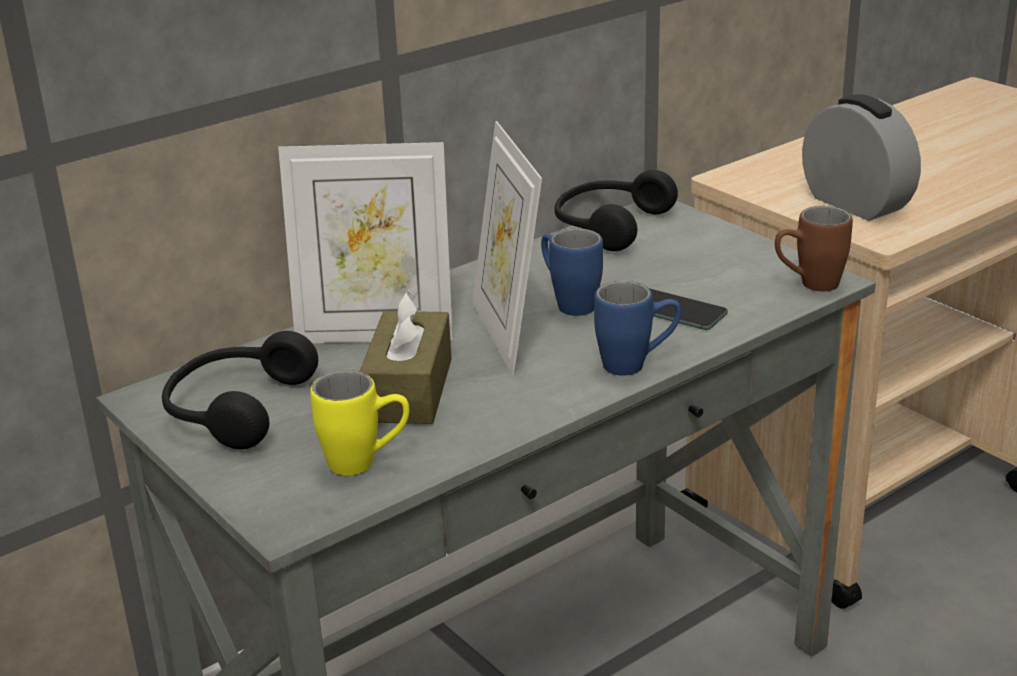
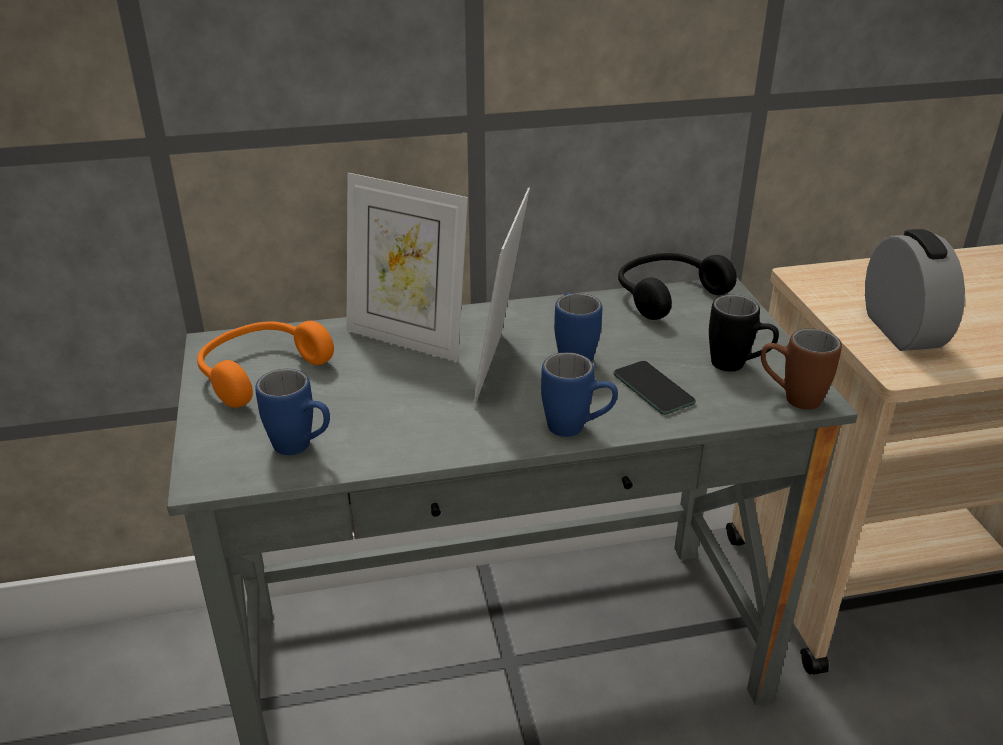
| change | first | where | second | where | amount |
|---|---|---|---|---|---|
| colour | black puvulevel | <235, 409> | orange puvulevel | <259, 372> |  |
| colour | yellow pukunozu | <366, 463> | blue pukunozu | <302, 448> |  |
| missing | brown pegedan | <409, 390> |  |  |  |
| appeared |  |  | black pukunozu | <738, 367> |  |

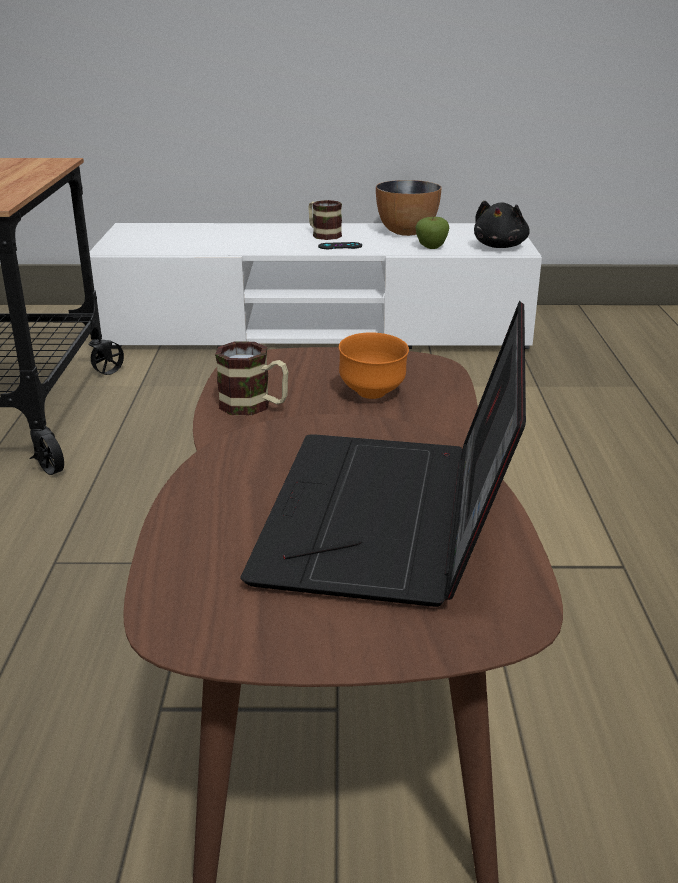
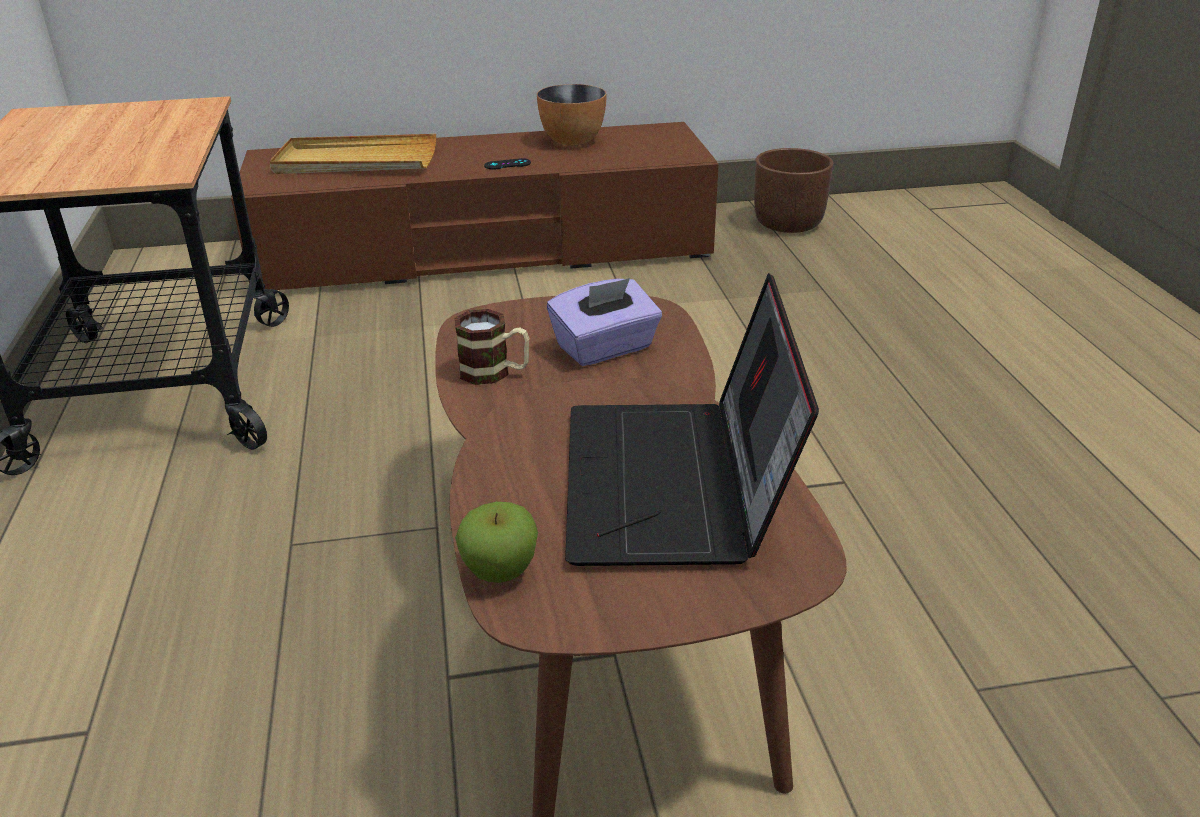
| change | first | where | second | where | amount |
|---|---|---|---|---|---|
| colour | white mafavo | <316, 328> | brown mafavo | <484, 250> |  |
| missing | pukunozu | <323, 234> |  |  |  |
| exchanged | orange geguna | <372, 395> | purple pegedan | <605, 348> |  |
| relocated | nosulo | <431, 247> |  | <500, 572> |  |
| missing | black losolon | <500, 246> |  |  |  |
| appeared |  |  | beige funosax | <355, 161> |  |
| appeared |  |  | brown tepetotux | <788, 223> |  |

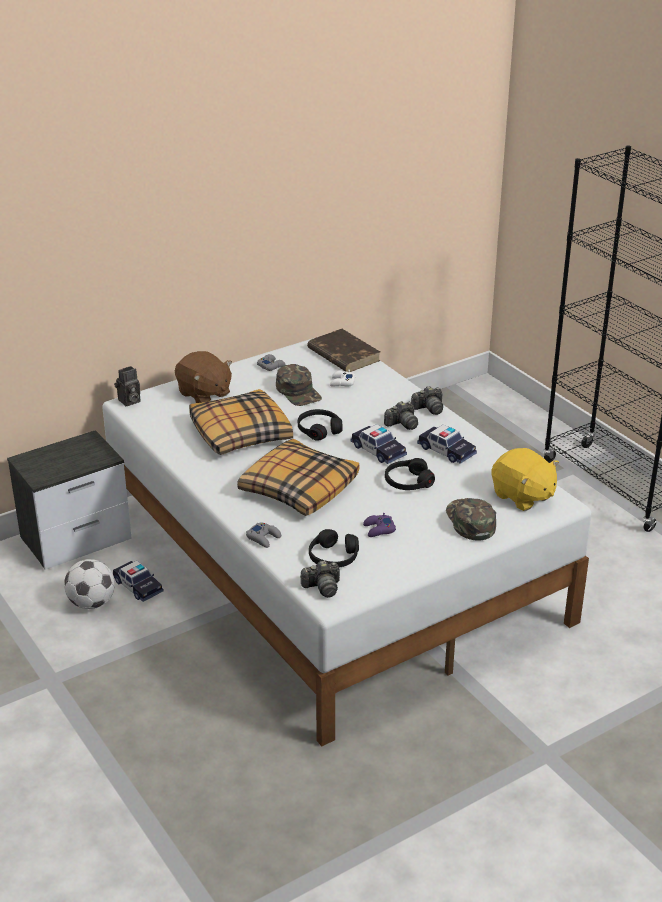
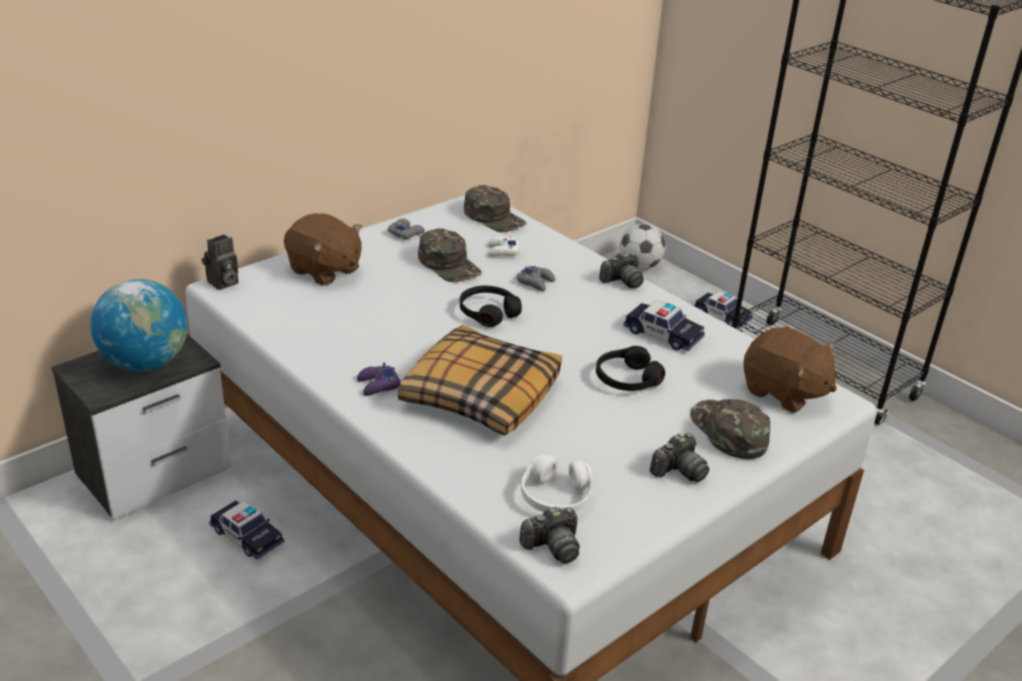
| change | first | where | second | where | amount |
|---|---|---|---|---|---|
| relocated | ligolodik | <92, 603> |  | <639, 266> |  |
| missing | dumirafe | <240, 433> |  |  |  |
| relocated | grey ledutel | <263, 538> |  | <536, 282> |  |
| exchanged | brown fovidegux | <343, 354> | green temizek | <494, 217> |  |
| colour | black puvulevel | <333, 557> | white puvulevel | <556, 496> |  |
| relocated | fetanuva | <378, 450> |  | <722, 316> |  |
| relocated | purple ledutel | <379, 529> |  | <378, 385> |  |
| relocated | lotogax | <402, 424> |  | <679, 470> |  |
| colour | yellow losolon | <522, 496> | brown losolon | <783, 392> |  |
| appeared |  |  | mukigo | <145, 363> |  |

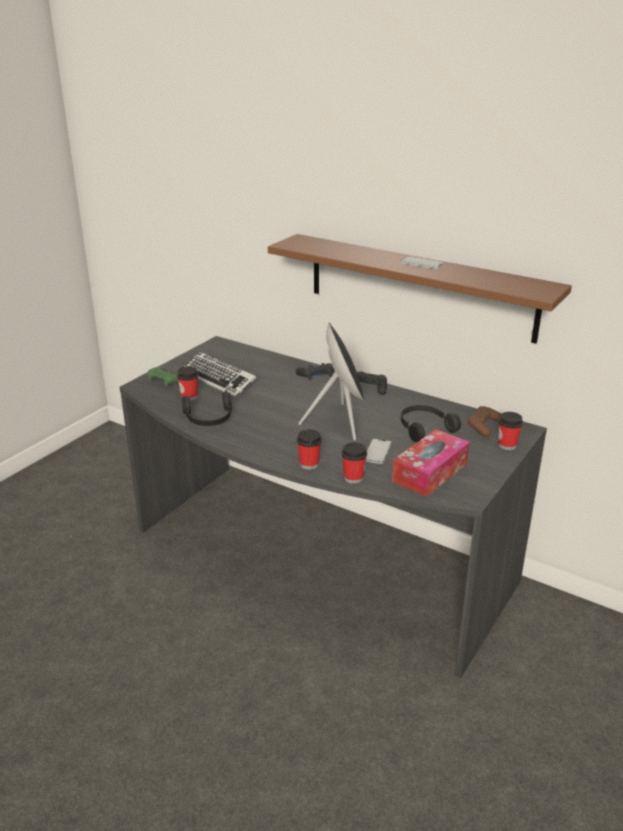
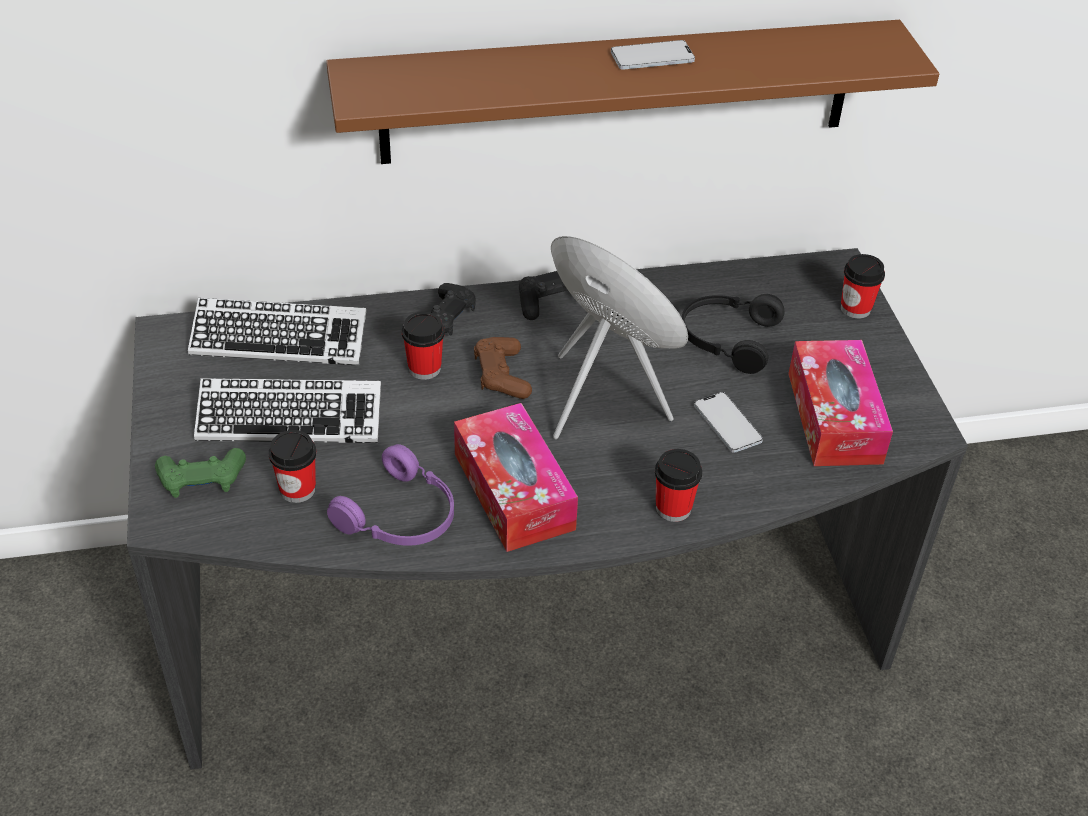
| change | first | where | second | where | amount |
|---|---|---|---|---|---|
| colour | black puvulevel | <209, 419> | purple puvulevel | <401, 516> |  |
| relocated | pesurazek | <353, 478> |  | <424, 368> |  |
| relocated | brown ledutel | <484, 426> |  | <501, 376> |  |
| appeared |  |  | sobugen | <279, 340> |  |
| appeared |  |  | pegedan | <513, 491> |  |

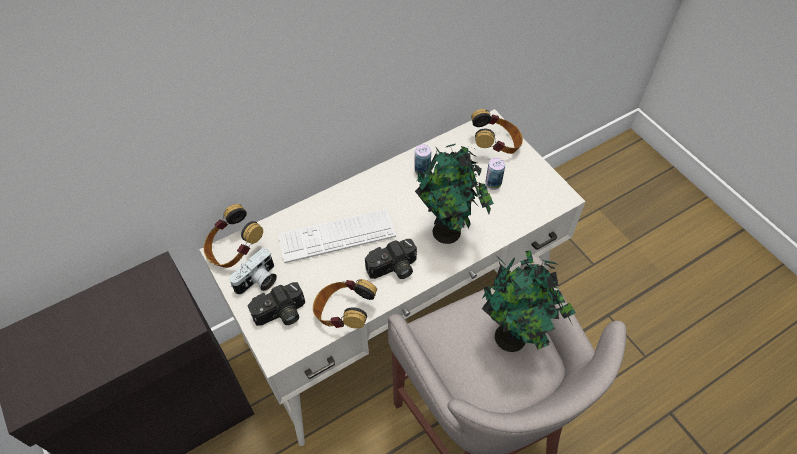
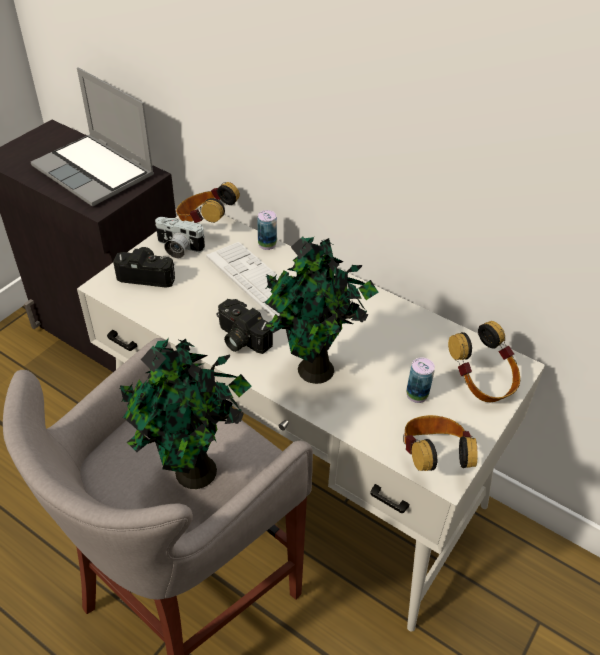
| change | first | where | second | where | amount |
|---|---|---|---|---|---|
| spun | lotogax | <281, 314> |  | <148, 274> | 150 degrees clockwise |
| relocated | puvulevel | <343, 313> |  | <433, 457> |  |
| relocated | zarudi | <422, 170> |  | <267, 244> |  |
| appeared |  |  | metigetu | <96, 172> |  |

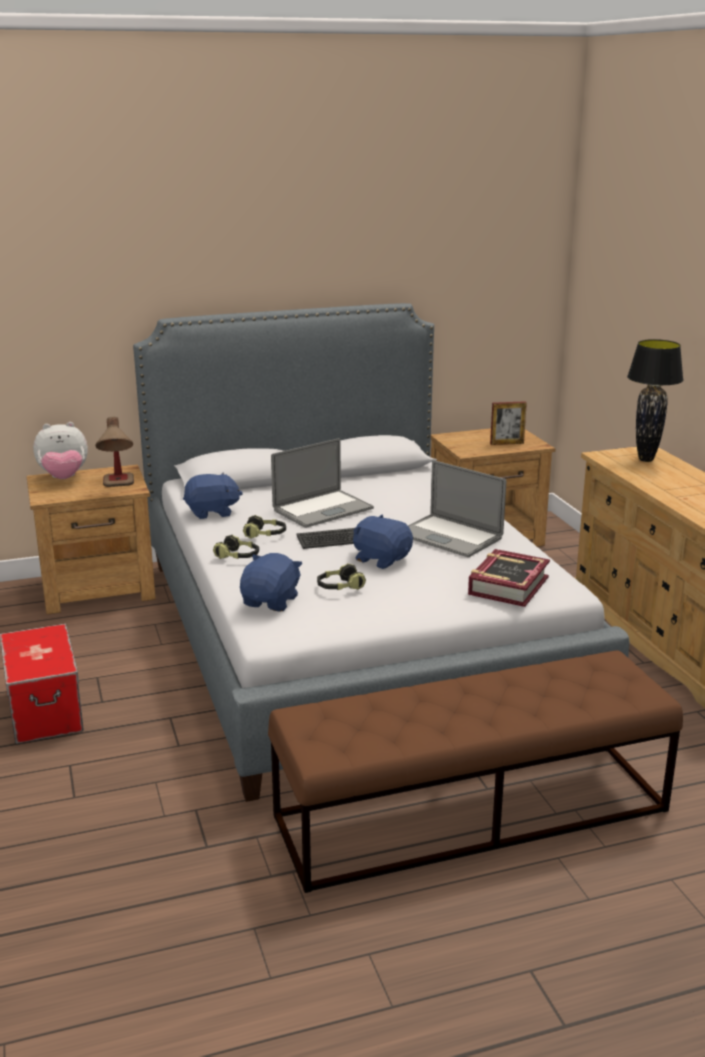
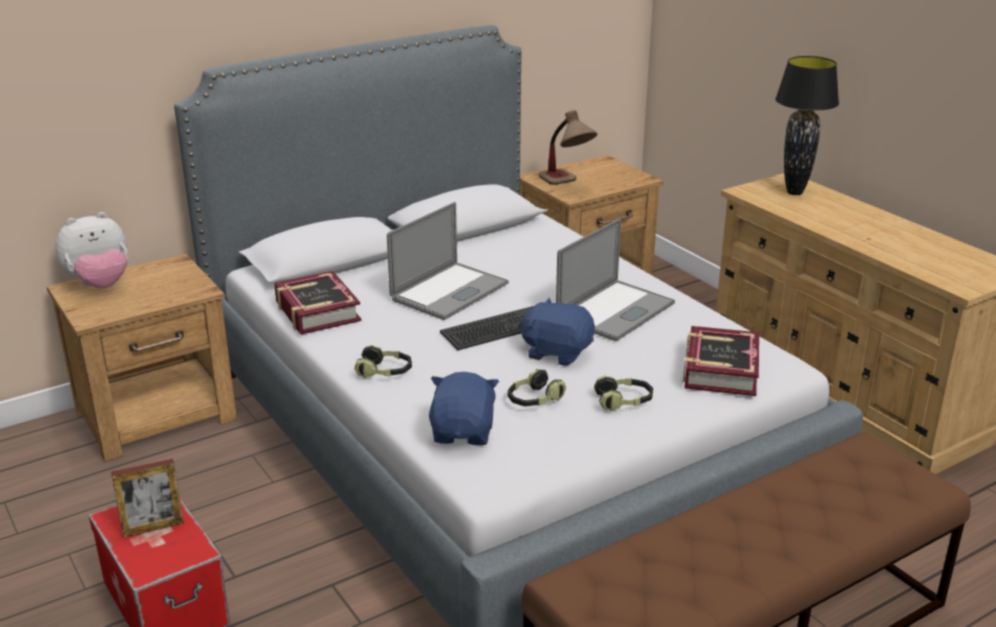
| change | first | where | second | where | amount |
|---|---|---|---|---|---|
| relocated | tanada | <119, 487> |  | <567, 184> |  |
| exchanged | blue losolon | <212, 512> | fovidegux | <316, 311> |  |
| relocated | puvulevel | <265, 535> |  | <624, 401> |  |
| spun | metigetu | <449, 536> |  | <615, 311> | 75 degrees counterclockwise |
| relocated | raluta | <507, 443> |  | <153, 528> |  |

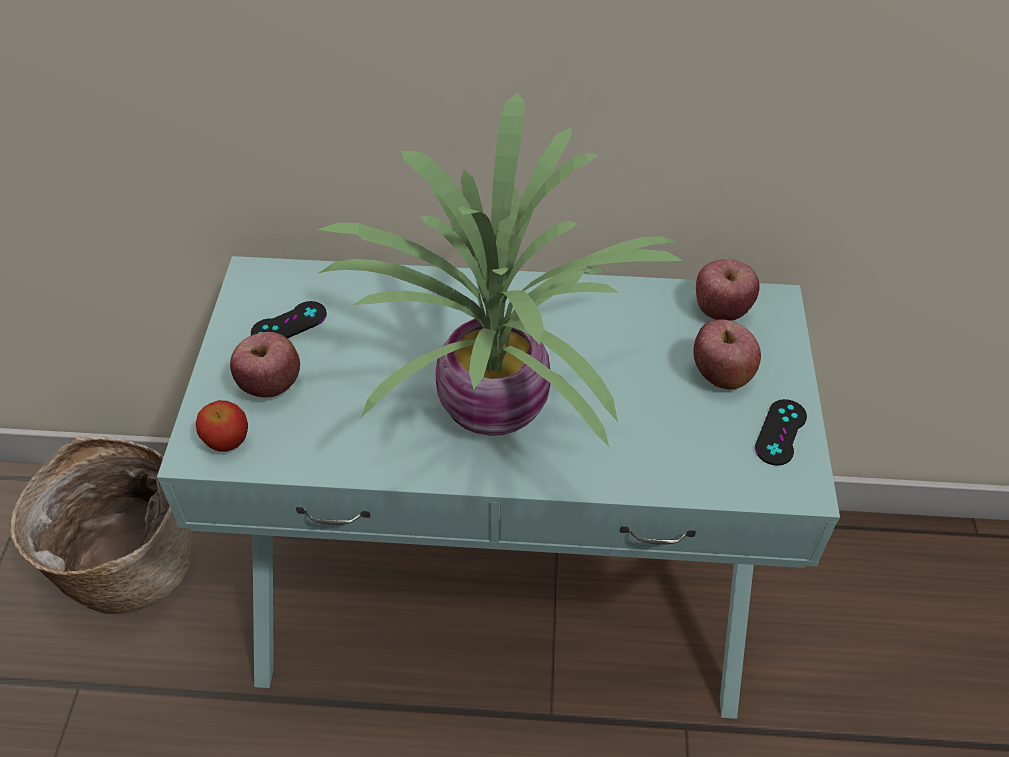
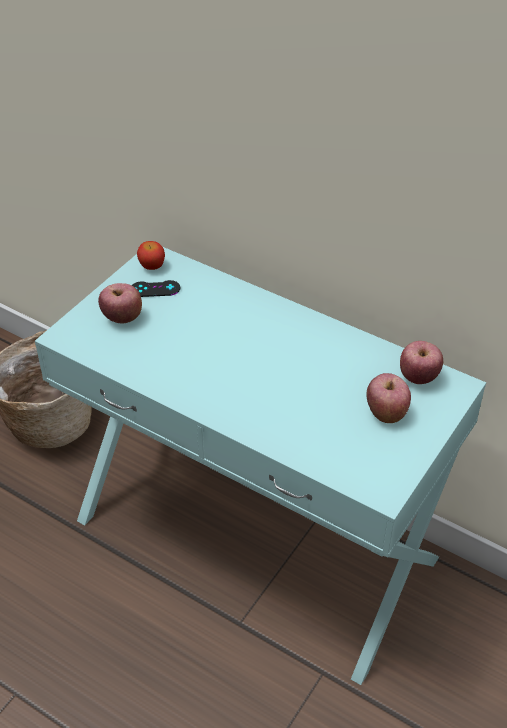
| change | first | where | second | where | amount |
|---|---|---|---|---|---|
| relocated | nosulo | <226, 441> |  | <151, 266> |  |
| missing | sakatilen | <500, 406> |  |  |  |
| missing | black ledutel | <780, 432> |  |  |  |

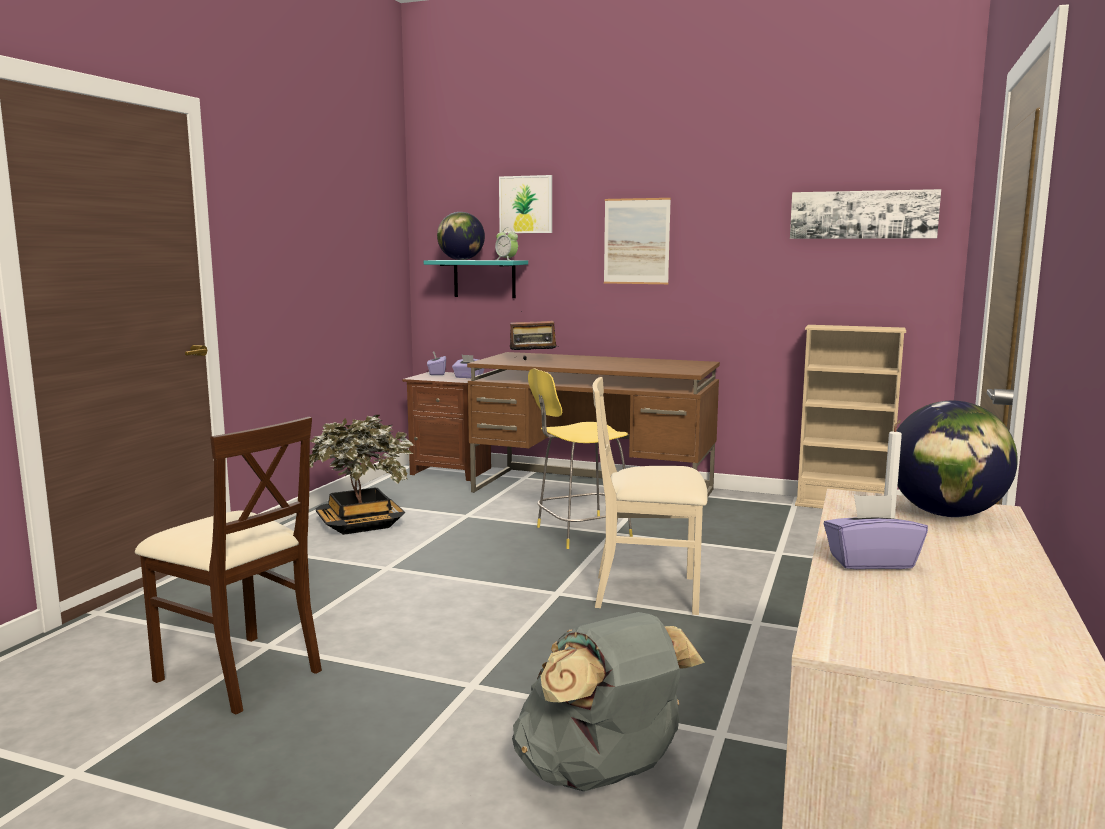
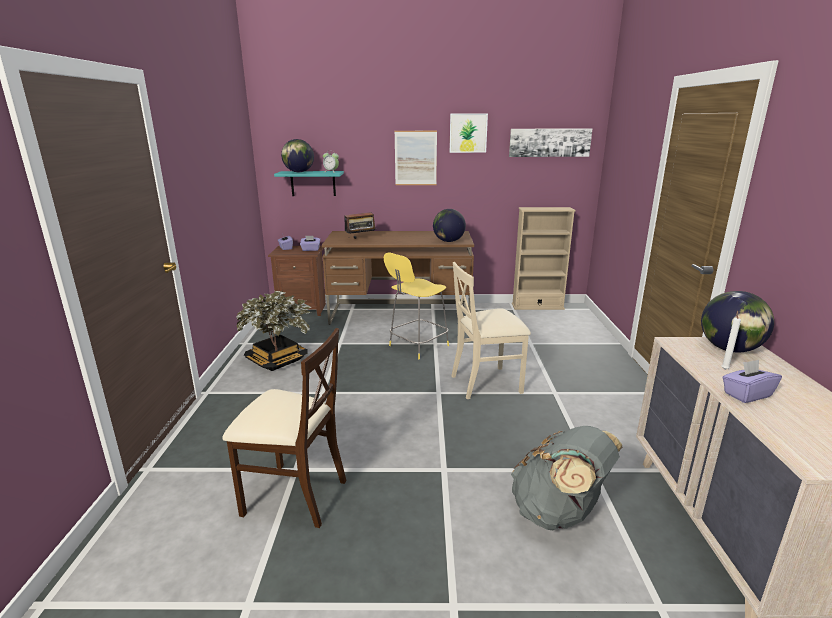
| change | first | where | second | where | amount |
|---|---|---|---|---|---|
| relocated | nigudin | <526, 204> |  | <468, 133> |  |
| appeared |  |  | mukigo | <448, 241> |  |

